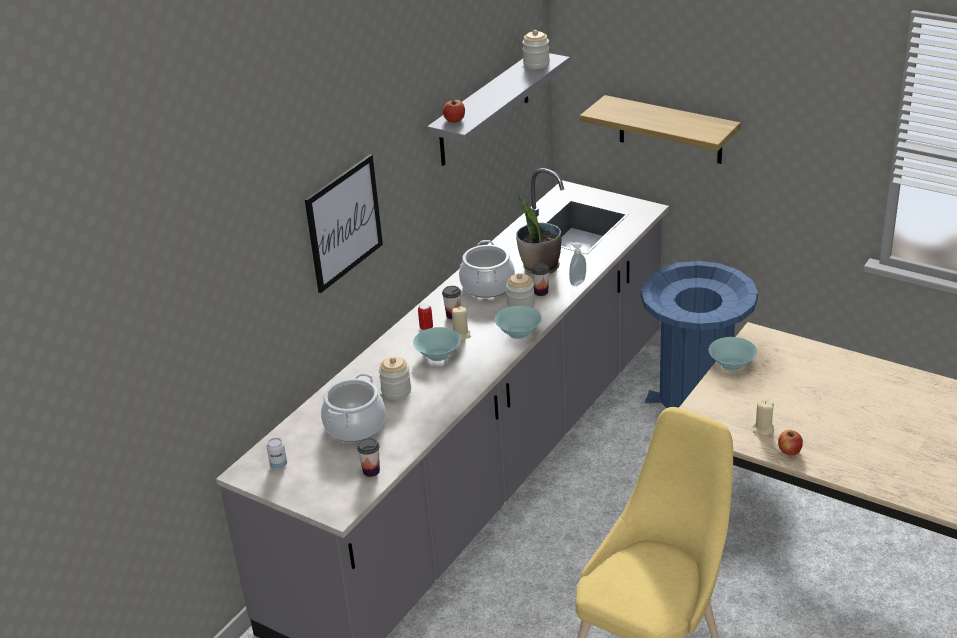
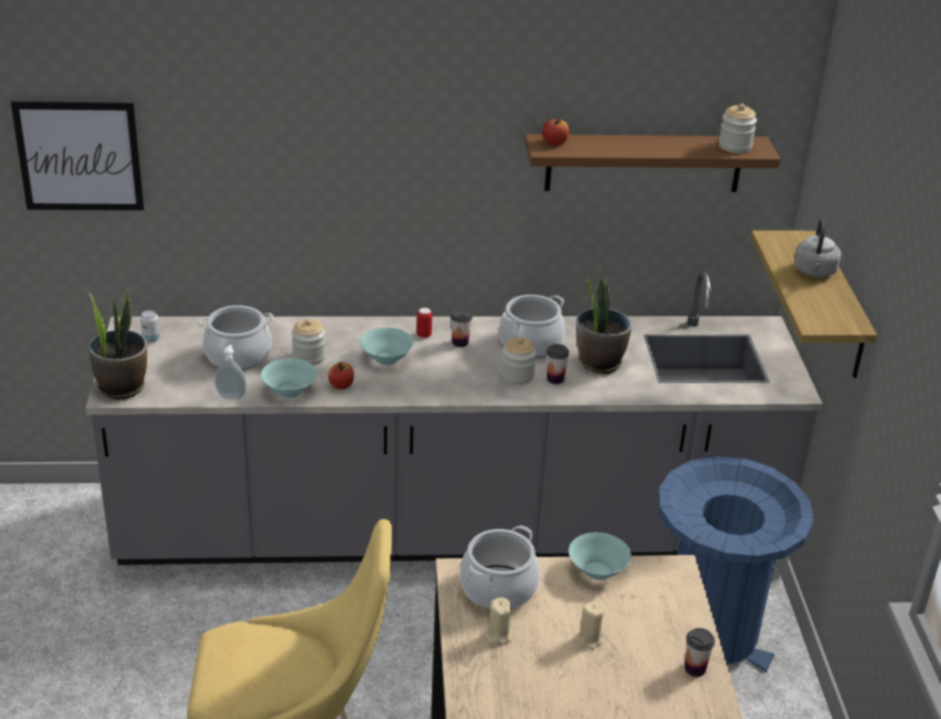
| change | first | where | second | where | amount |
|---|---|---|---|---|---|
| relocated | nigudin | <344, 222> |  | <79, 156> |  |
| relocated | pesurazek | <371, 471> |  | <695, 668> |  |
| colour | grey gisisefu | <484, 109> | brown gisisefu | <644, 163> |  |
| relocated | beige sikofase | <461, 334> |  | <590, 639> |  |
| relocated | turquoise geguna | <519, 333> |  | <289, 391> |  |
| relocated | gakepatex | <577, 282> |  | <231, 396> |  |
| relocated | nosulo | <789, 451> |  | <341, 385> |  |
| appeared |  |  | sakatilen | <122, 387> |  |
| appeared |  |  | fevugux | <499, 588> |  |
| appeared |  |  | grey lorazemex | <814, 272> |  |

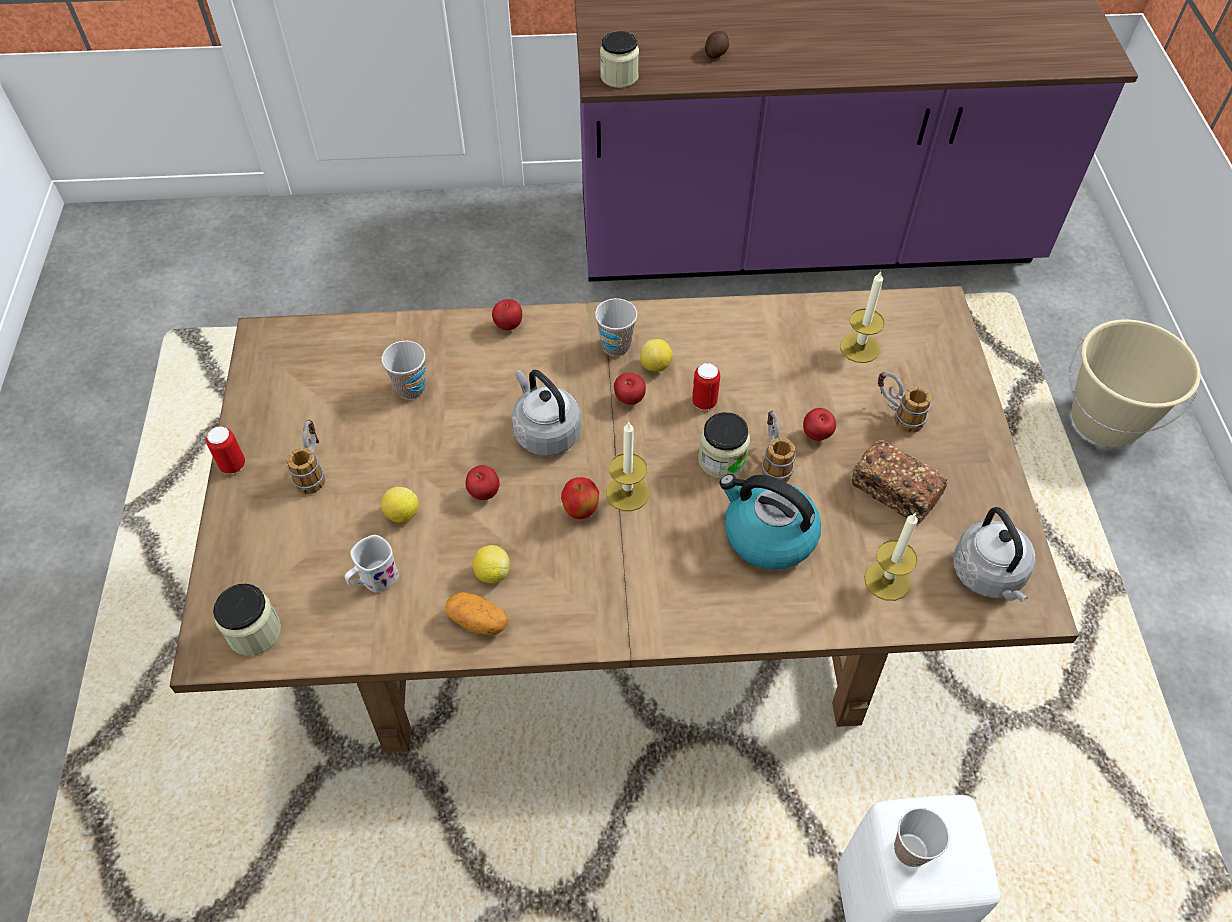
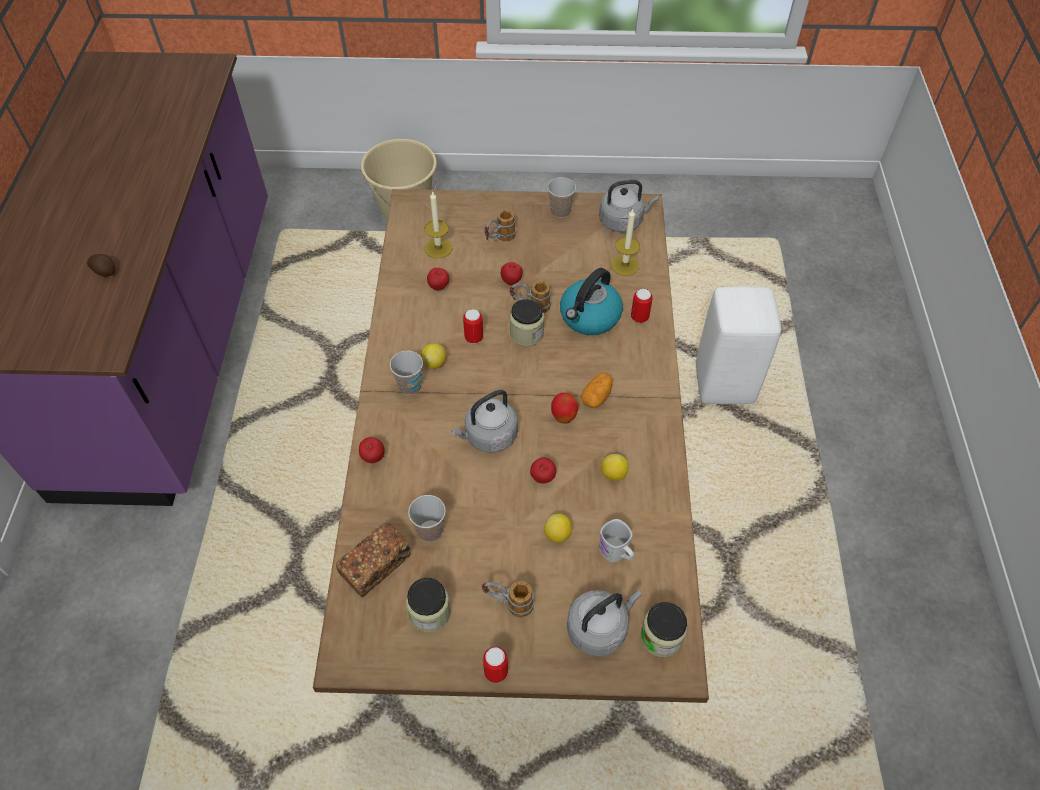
| change | first | where | second | where | amount |
|---|---|---|---|---|---|
| relocated | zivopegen | <478, 621> |  | <596, 397> |  |
| relocated | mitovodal | <619, 77> |  | <430, 613> |  |
| missing | sikofase | <627, 493> |  |  |  |
| relocated | nosulo | <629, 400> |  | <439, 287> |  |
| relocated | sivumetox | <894, 492> |  | <376, 566> |  |
| relocated | pesurazek | <910, 850> |  | <560, 211> |  |
| appeared |  |  | grey lorazemex | <599, 628> |  |
| appeared |  |  | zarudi | <639, 317> |  |

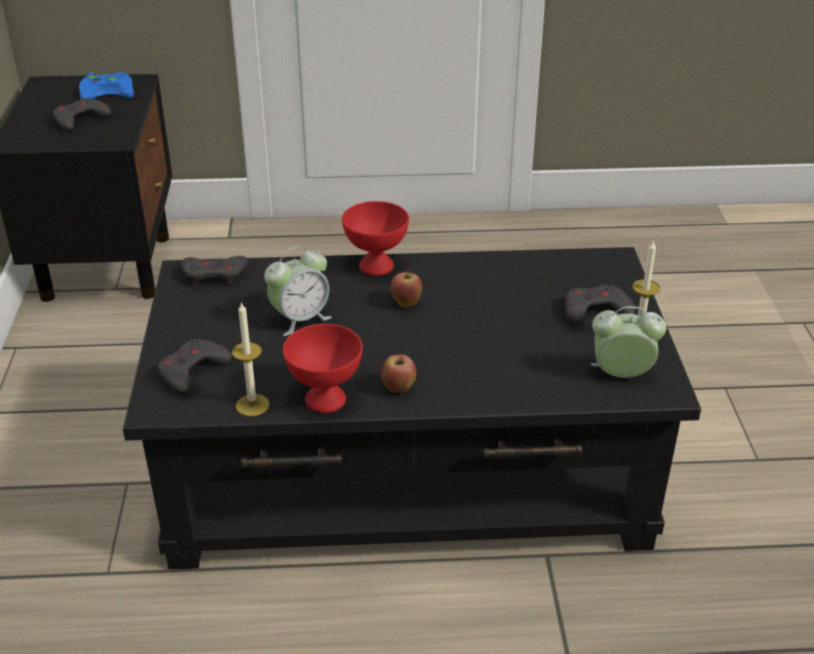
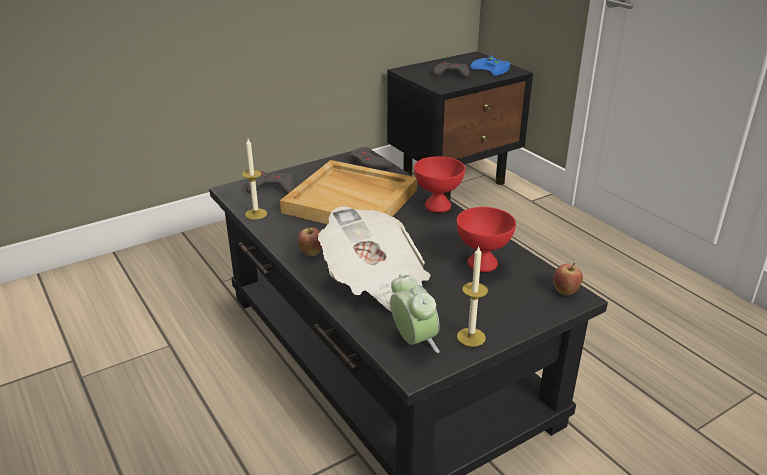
| change | first | where | second | where | amount |
|---|---|---|---|---|---|
| exchanged | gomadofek | <300, 319> | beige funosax | <352, 201> |  |
| relocated | red geguna | <324, 400> |  | <481, 263> |  |
| relocated | nosulo | <406, 303> |  | <565, 292> |  |
| missing | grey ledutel | <595, 310> |  |  |  |
| appeared |  |  | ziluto | <375, 283> |  |

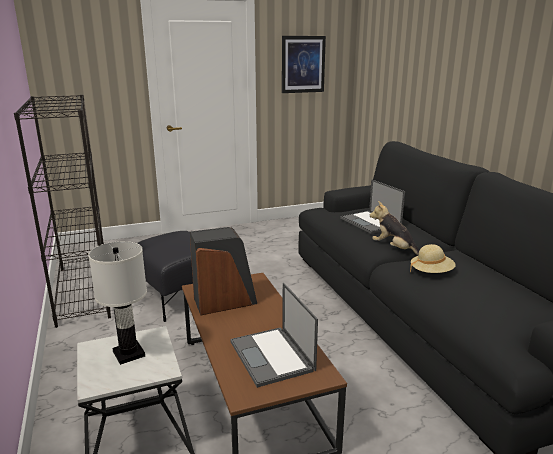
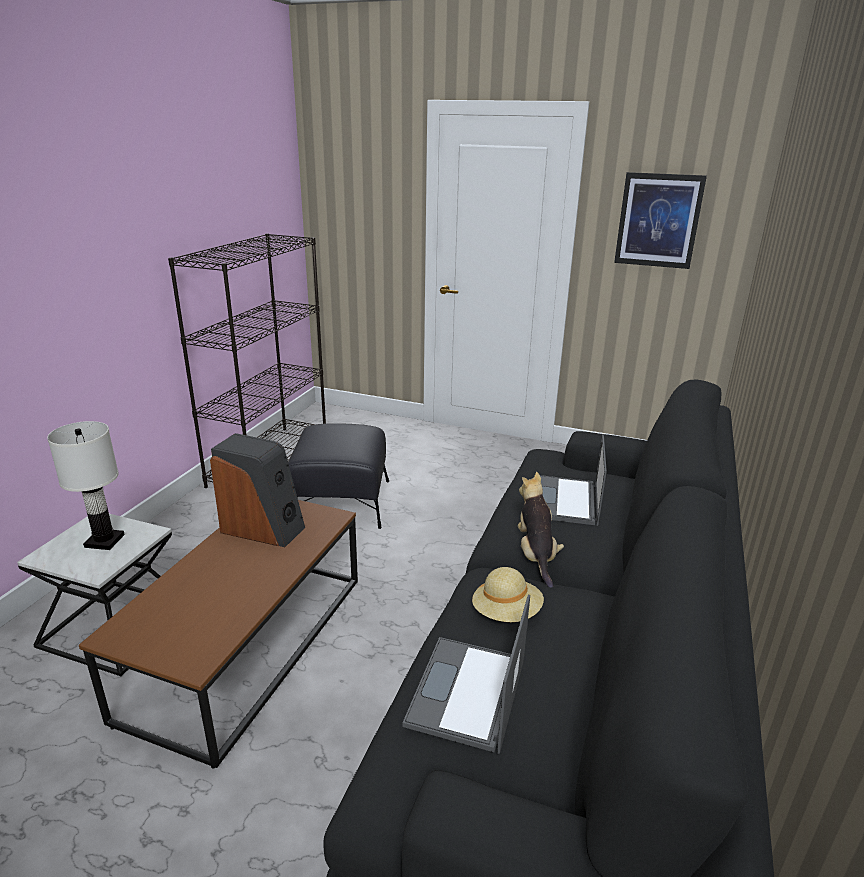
| change | first | where | second | where | amount |
|---|---|---|---|---|---|
| relocated | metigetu | <272, 356> |  | <467, 694> |  |

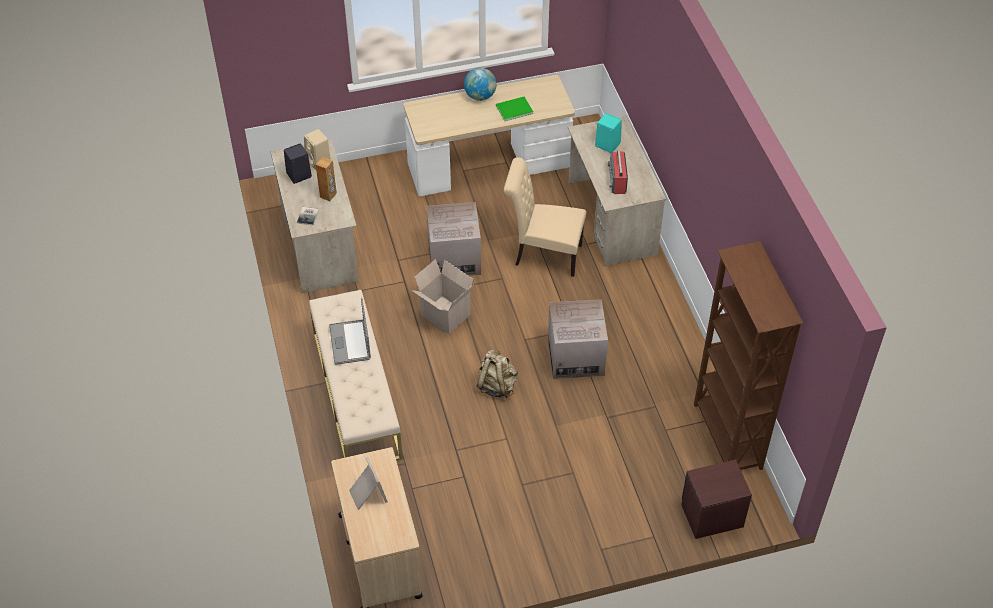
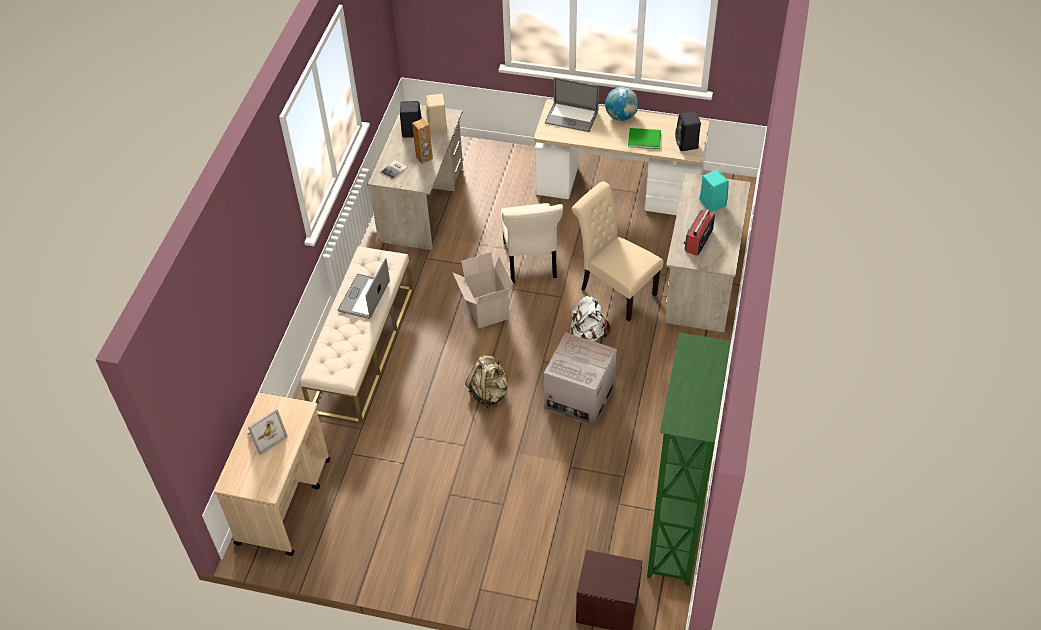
| change | first | where | second | where | amount |
|---|---|---|---|---|---|
| spun | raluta | <367, 494> |  | <265, 436> | 45 degrees clockwise |
| exchanged | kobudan | <454, 258> | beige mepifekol | <530, 262> |  |
| colour | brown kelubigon | <726, 437> | green kelubigon | <674, 537> |  |
| appeared |  |  | metigetu | <571, 117> |  |
| appeared |  |  | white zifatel | <588, 334> |  |
| appeared |  |  | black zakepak | <687, 144> |  |

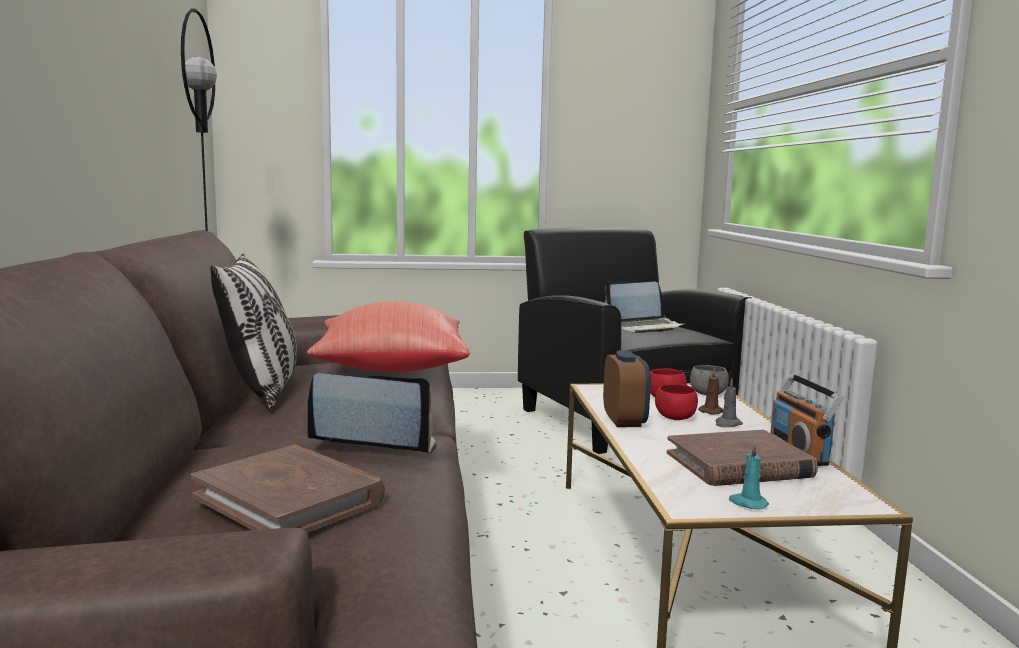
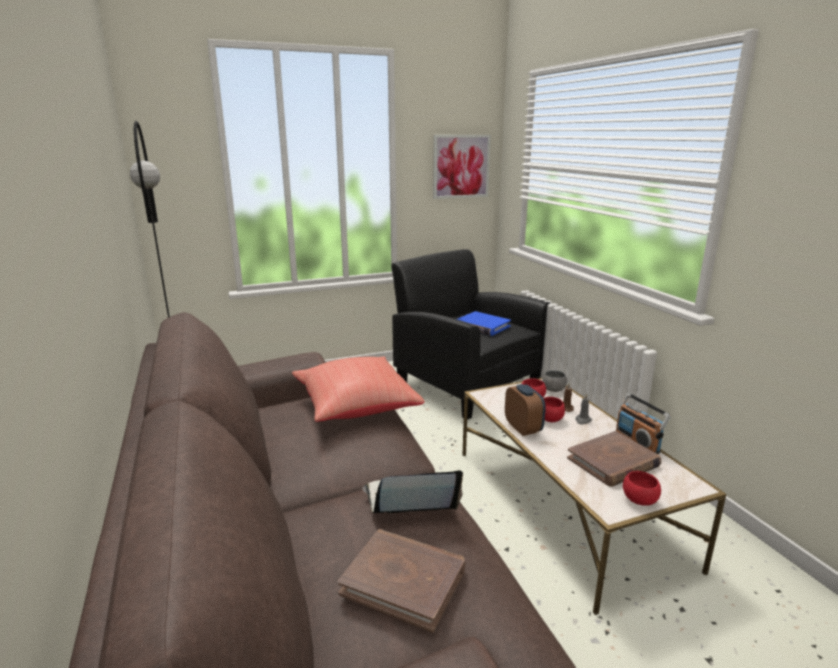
| change | first | where | second | where | amount |
|---|---|---|---|---|---|
| missing | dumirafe | <262, 390> |  |  |  |
| exchanged | metigetu | <645, 327> | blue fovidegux | <482, 326> |  |
| exchanged | turquoise sikofase | <747, 503> | red geguna | <639, 500> |  |
| appeared |  |  | nigudin | <461, 166> |  |

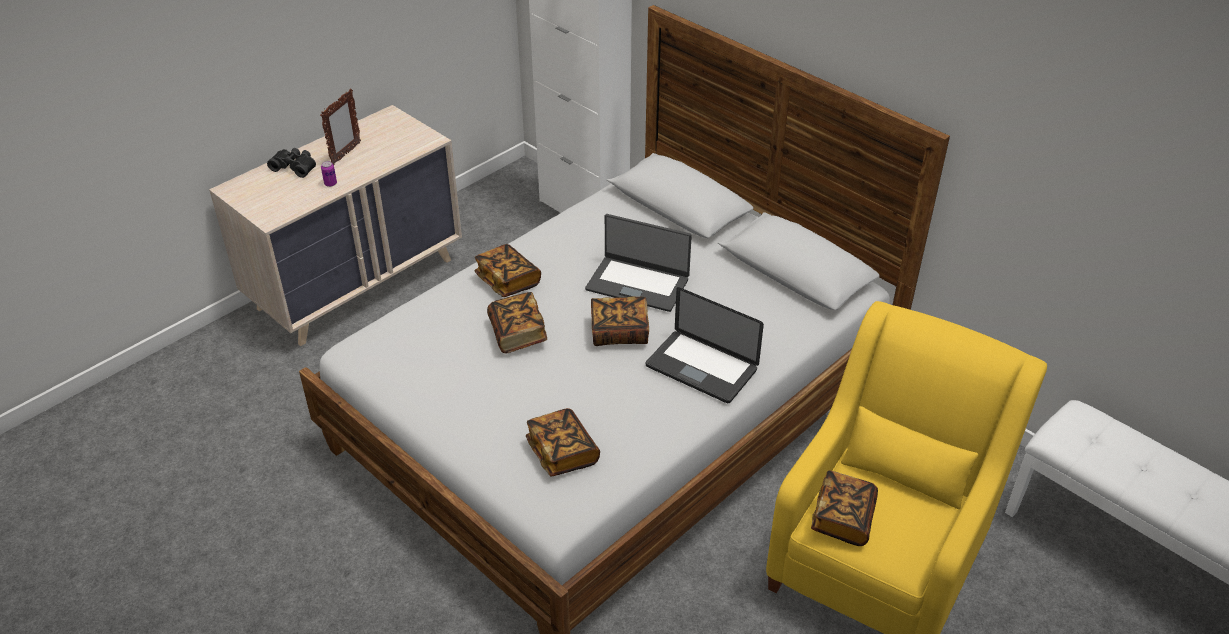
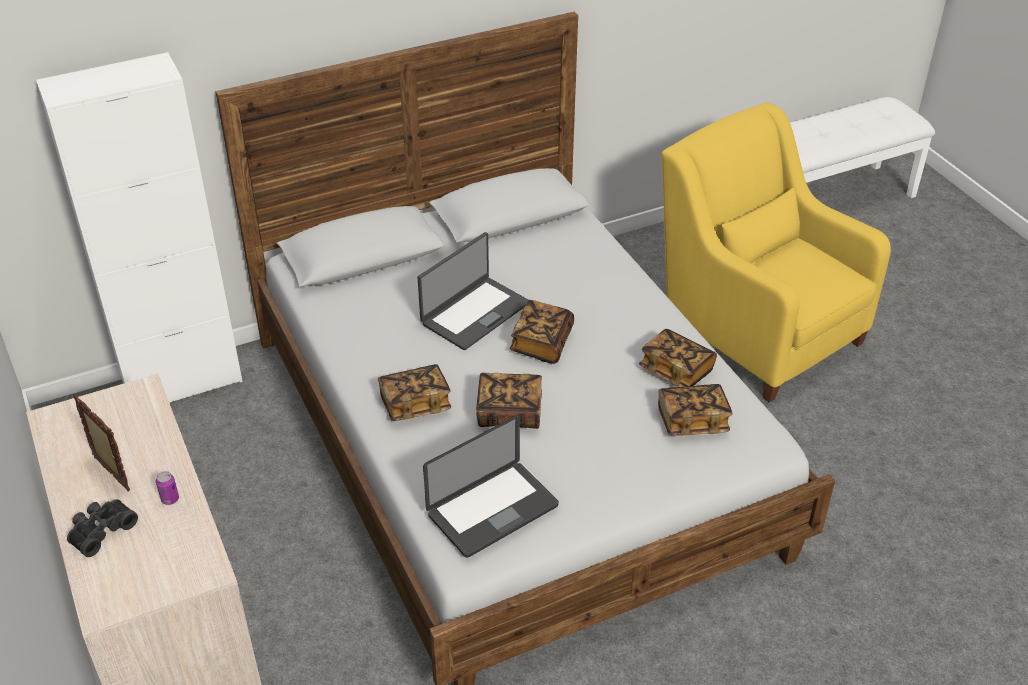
| change | first | where | second | where | amount |
|---|---|---|---|---|---|
| relocated | metigetu | <701, 368> |  | <493, 510> |  |
| relocated | fovidegux | <842, 519> |  | <676, 370> |  |

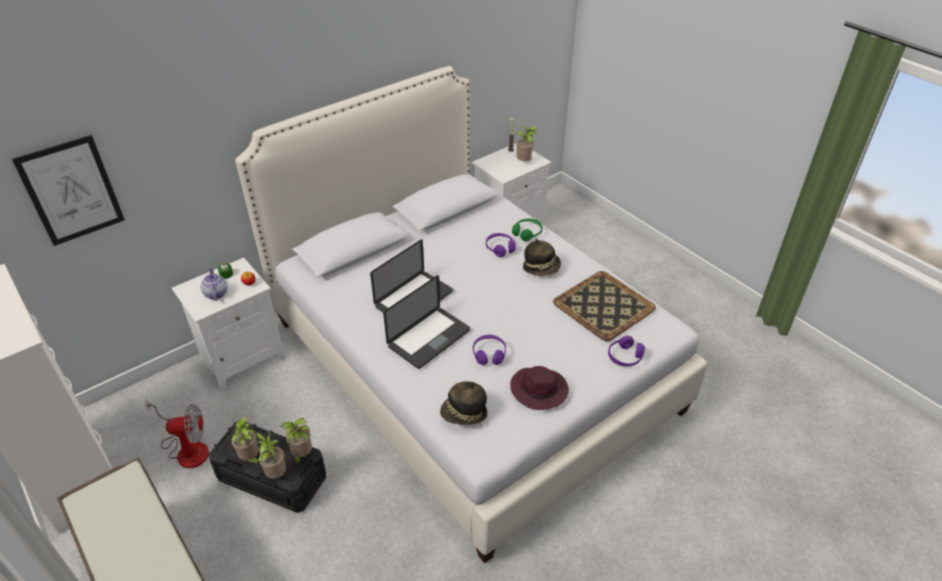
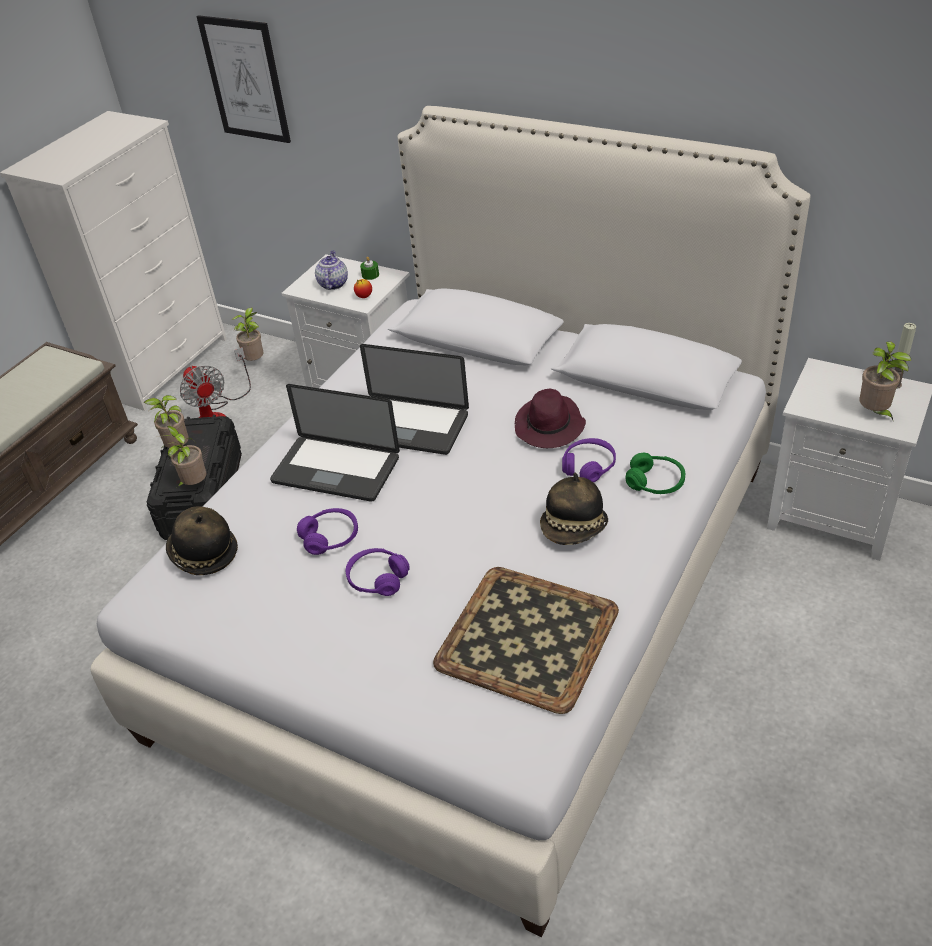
| change | first | where | second | where | amount |
|---|---|---|---|---|---|
| spun | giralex | <216, 293> |  | <333, 284> | 45 degrees counterclockwise |
| relocated | sakatilen | <276, 474> |  | <256, 361> |  |
| relocated | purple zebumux | <540, 390> |  | <549, 427> |  |
| relocated | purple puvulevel | <625, 357> |  | <377, 579> |  |

